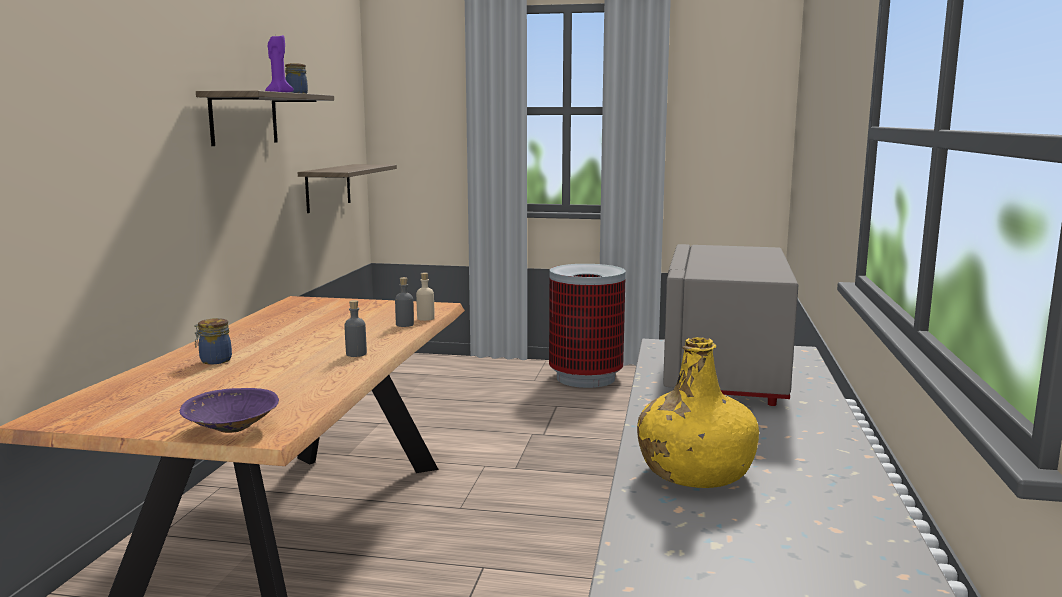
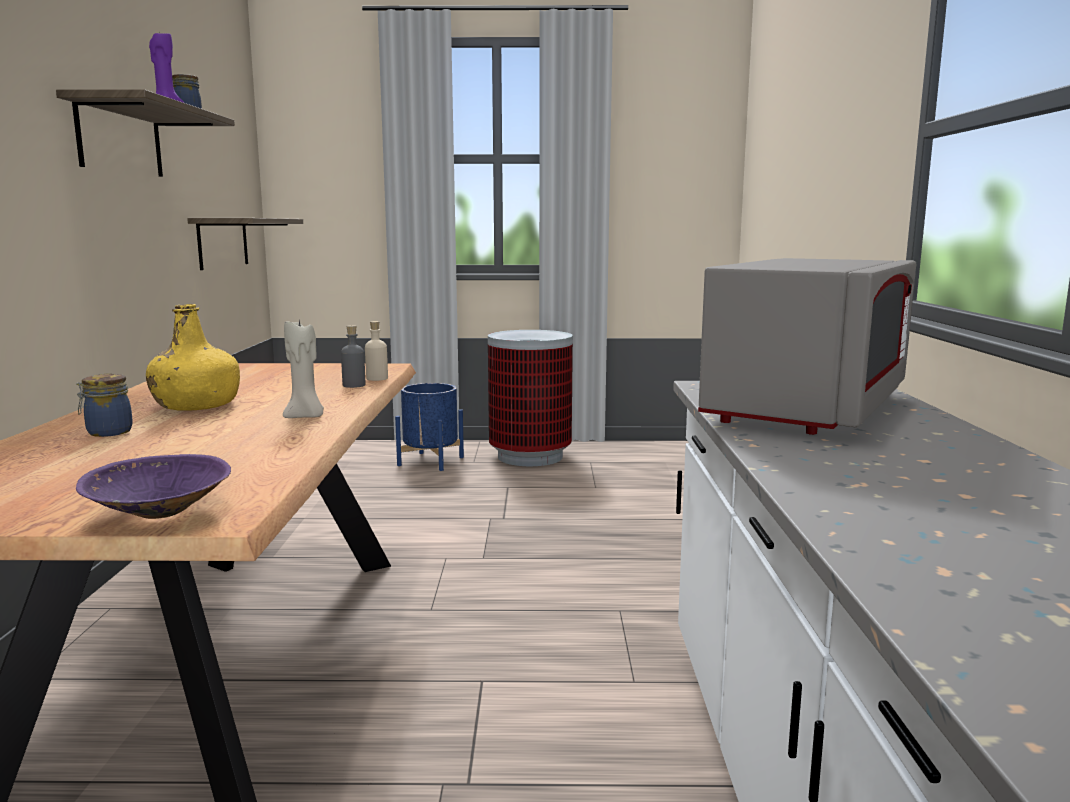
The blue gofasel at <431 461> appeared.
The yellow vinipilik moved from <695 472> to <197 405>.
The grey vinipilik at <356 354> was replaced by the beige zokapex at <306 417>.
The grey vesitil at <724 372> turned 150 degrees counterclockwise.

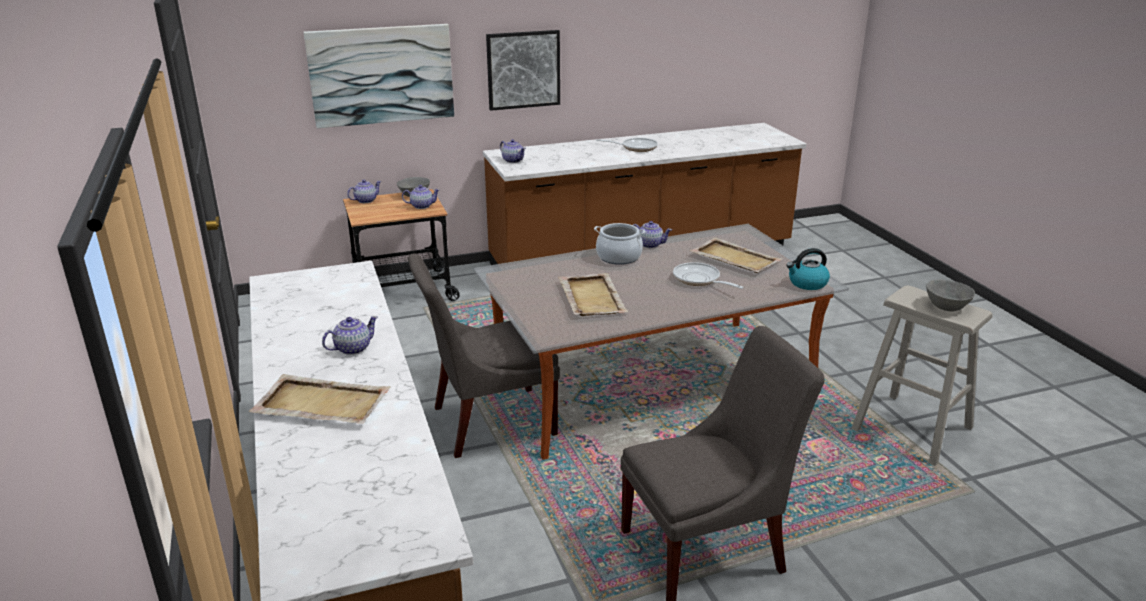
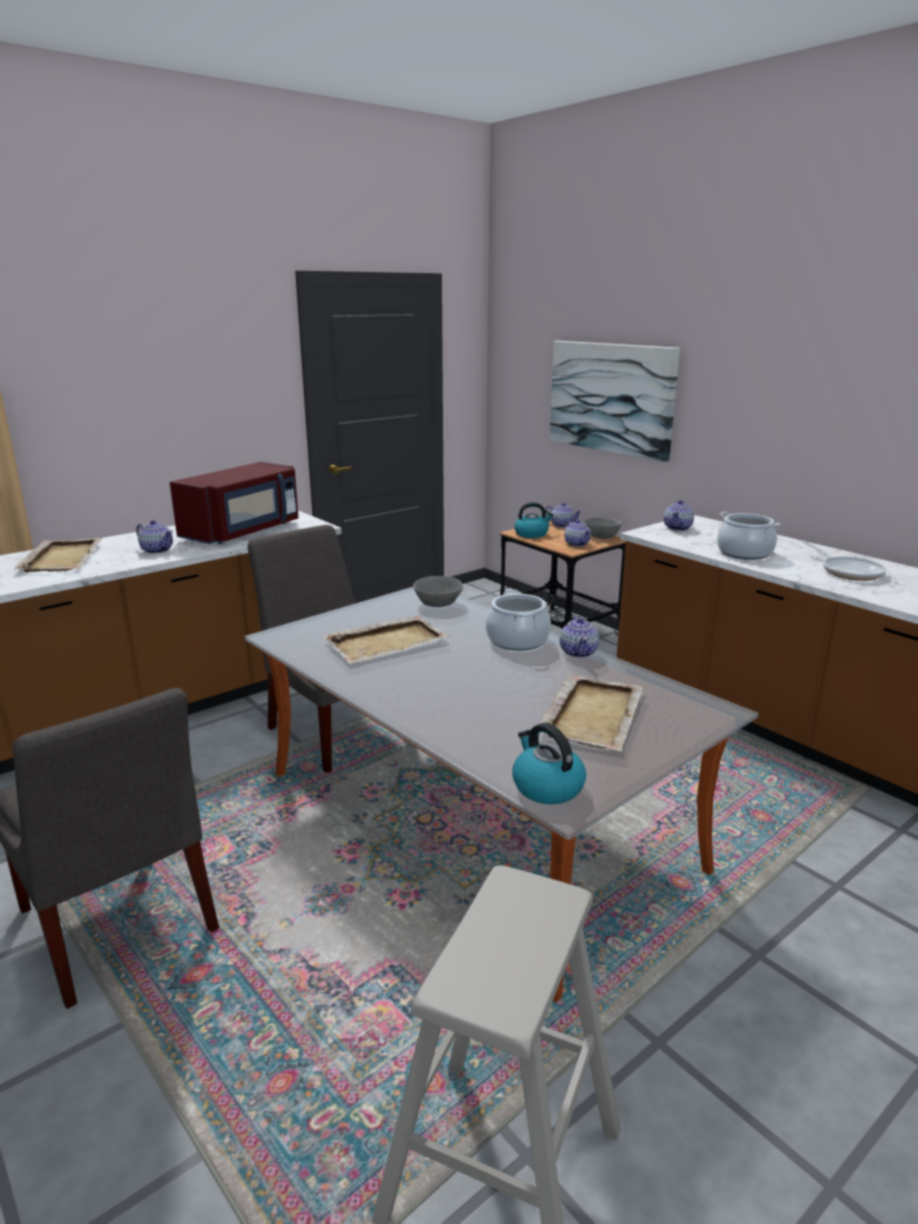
The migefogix at <523 69> disappeared.
The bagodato at <699 280> disappeared.
The red vesitil at <243 531> appeared.
The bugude at <532 534> appeared.
The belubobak at <744 553> appeared.
The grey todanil moved from <947 307> to <437 604>.

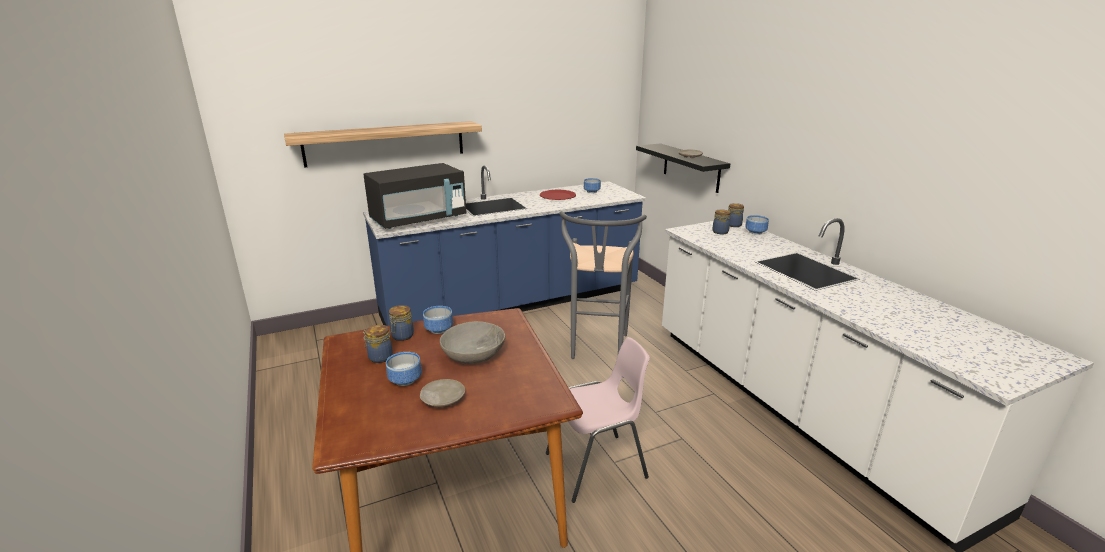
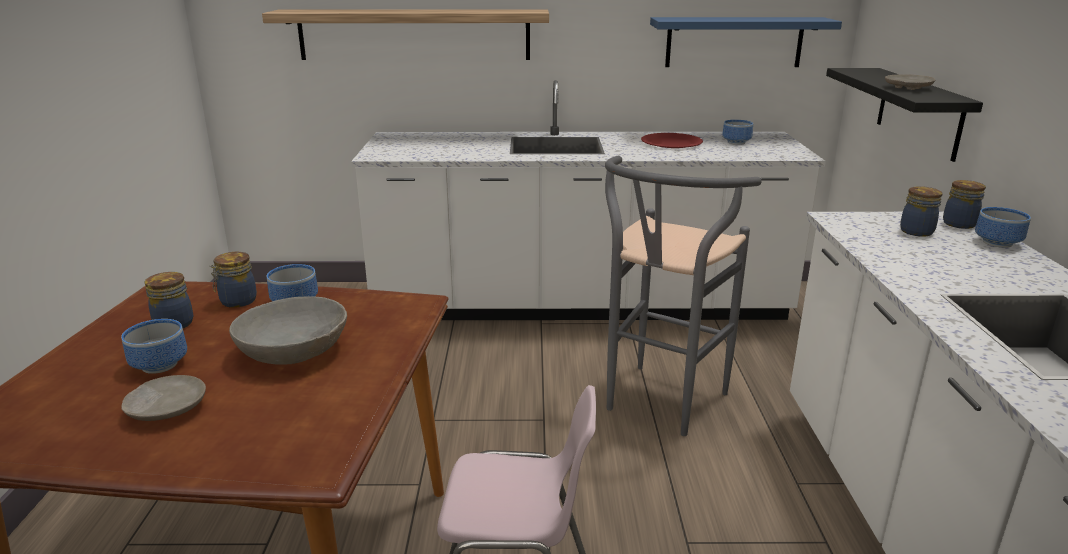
The black vesitil at <419 220> disappeared.
The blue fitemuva at <734 42> appeared.
The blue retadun at <513 303> became the white retadun at <579 305>.

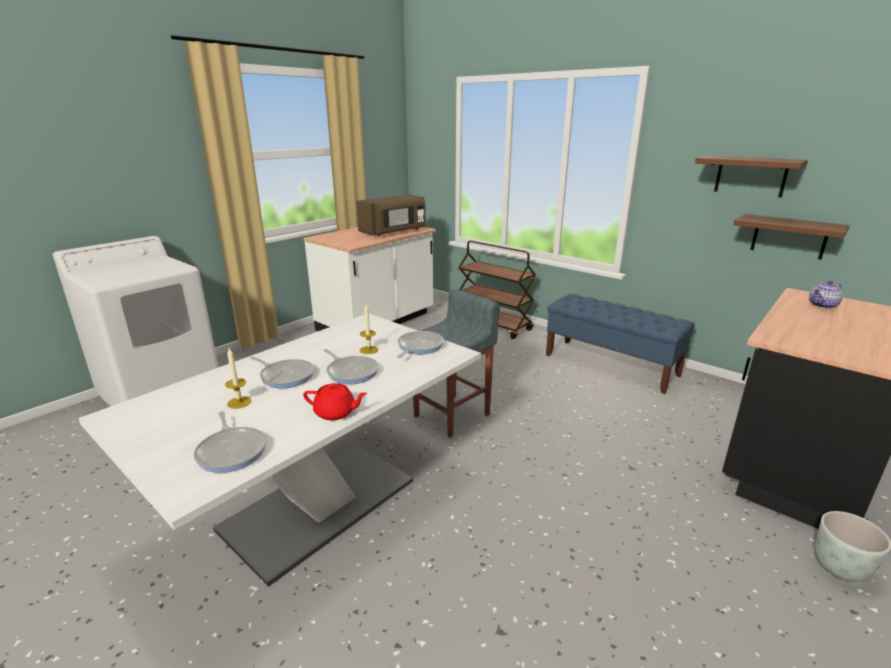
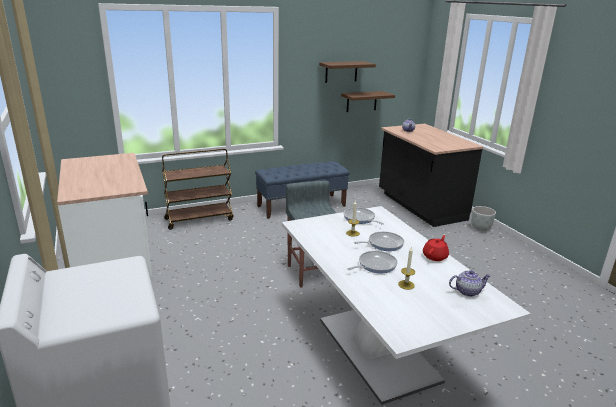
The brown vesitil at <394 231> disappeared.
The bagodato at <232 451> was replaced by the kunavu at <467 291>.

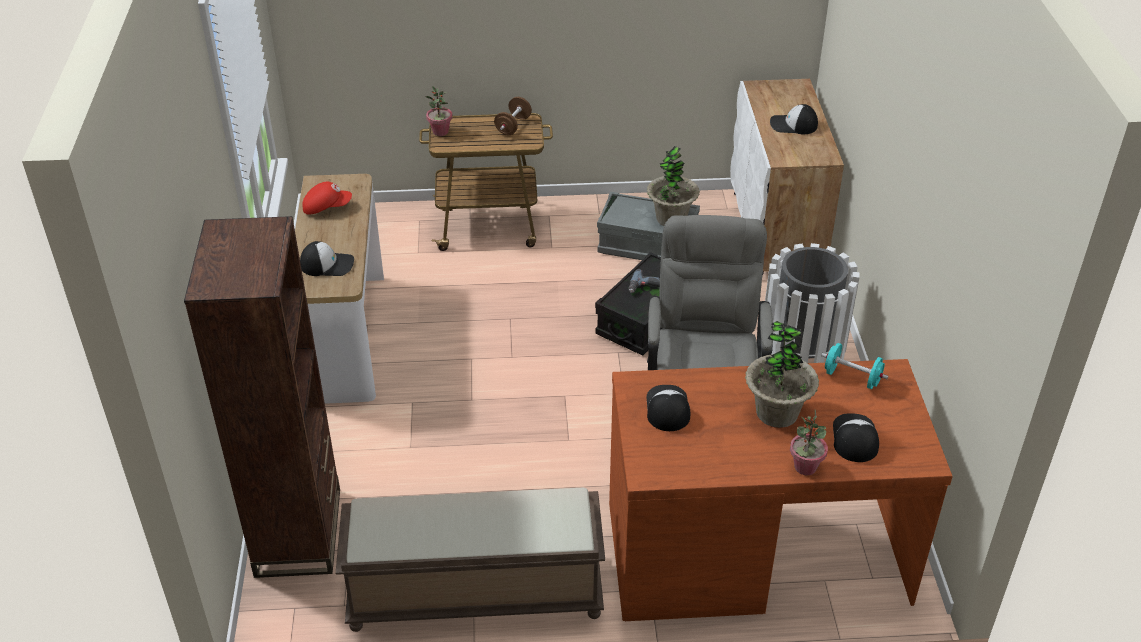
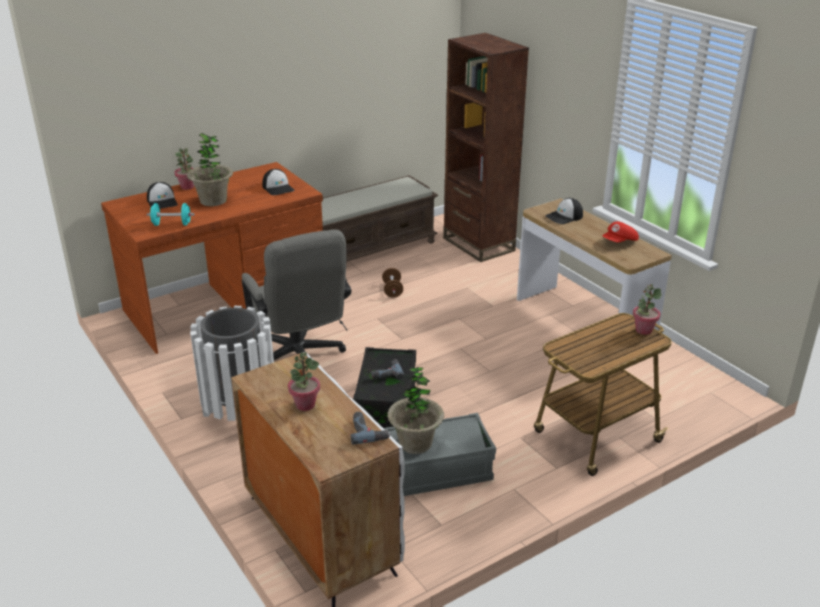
The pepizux at <368 431> appeared.
The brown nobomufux moved from <513 126> to <392 290>.
The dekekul at <793 125> was replaced by the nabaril at <305 405>.

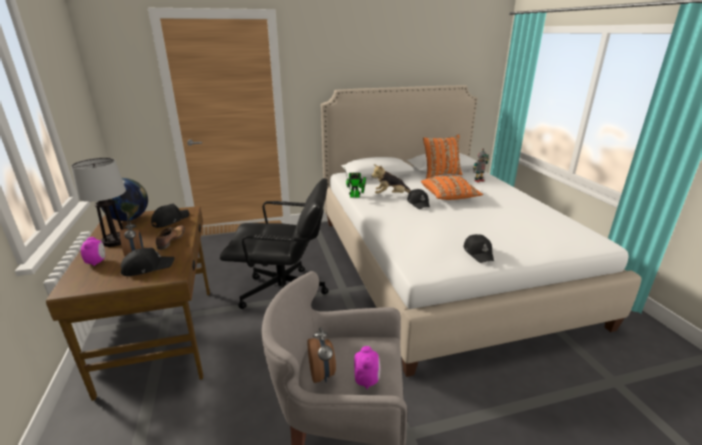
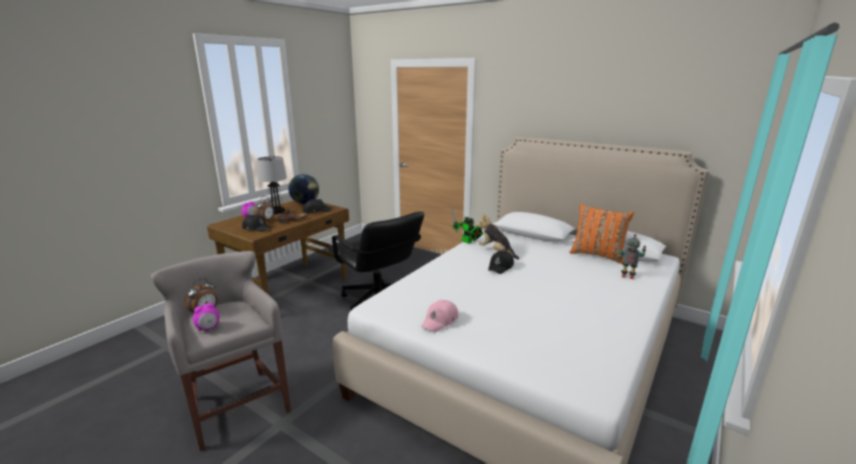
The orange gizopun at <449 197> disappeared.
The black dekekul at <478 253> became the pink dekekul at <440 321>.

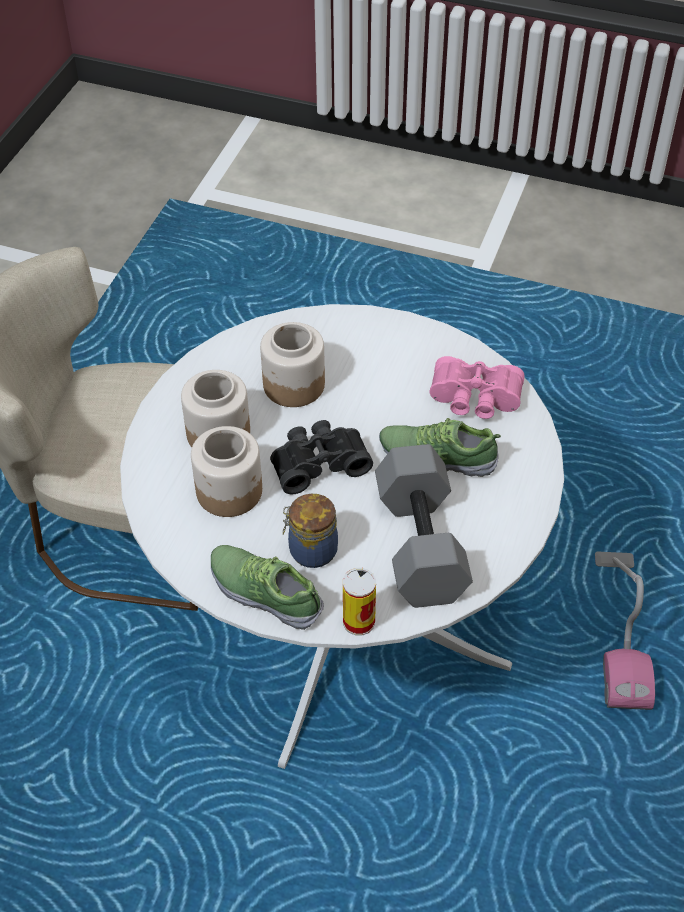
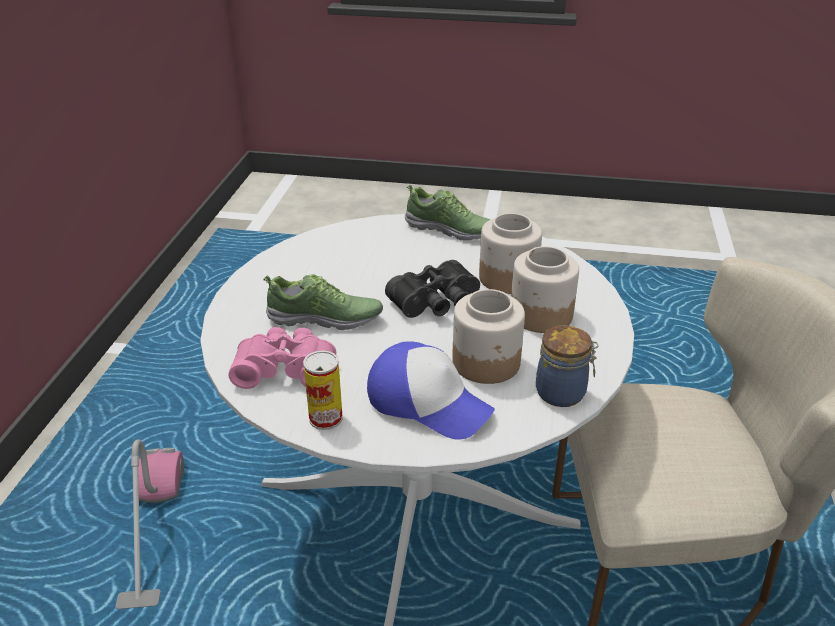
The grey nobomufux at <418 543> disappeared.
The dekekul at <428 402> appeared.
The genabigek moved from <311 550> to <562 393>.
The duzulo moved from <359 621> to <325 418>.

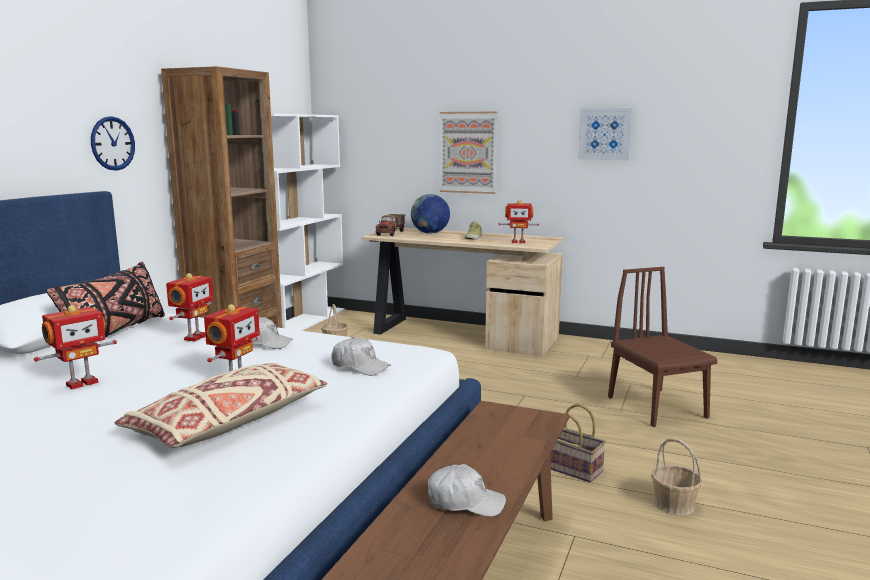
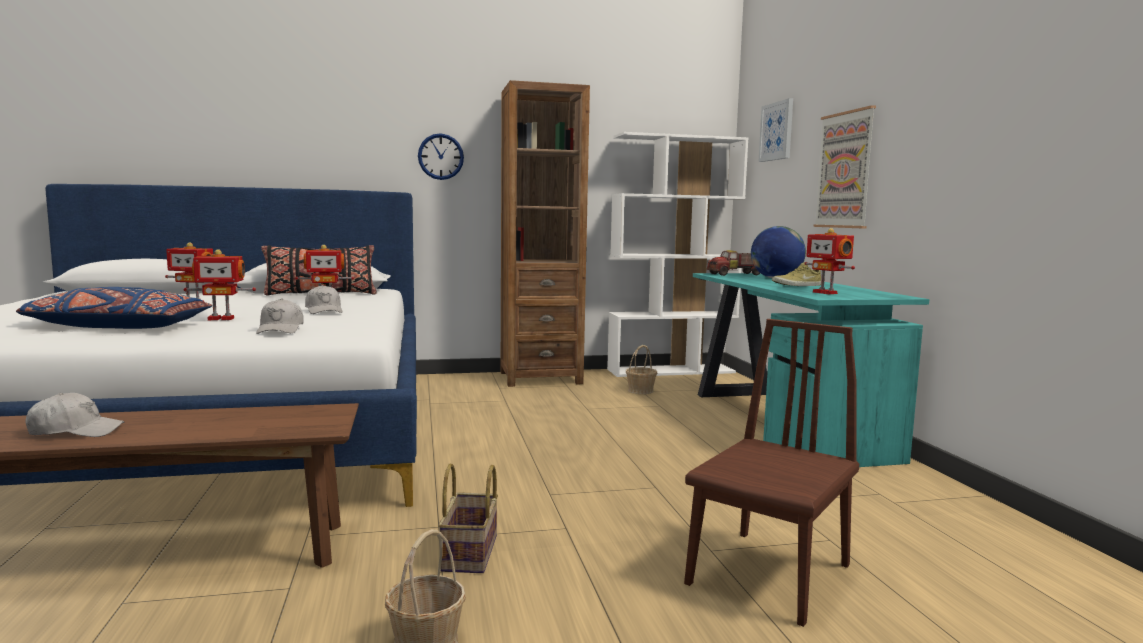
The migefogix moved from <605 134> to <777 131>.
The beige gizopun at <229 423> became the blue gizopun at <118 327>.
The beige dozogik at <461 334> became the turquoise dozogik at <783 422>.
The white dekekul at <465 502> turned 75 degrees counterclockwise.

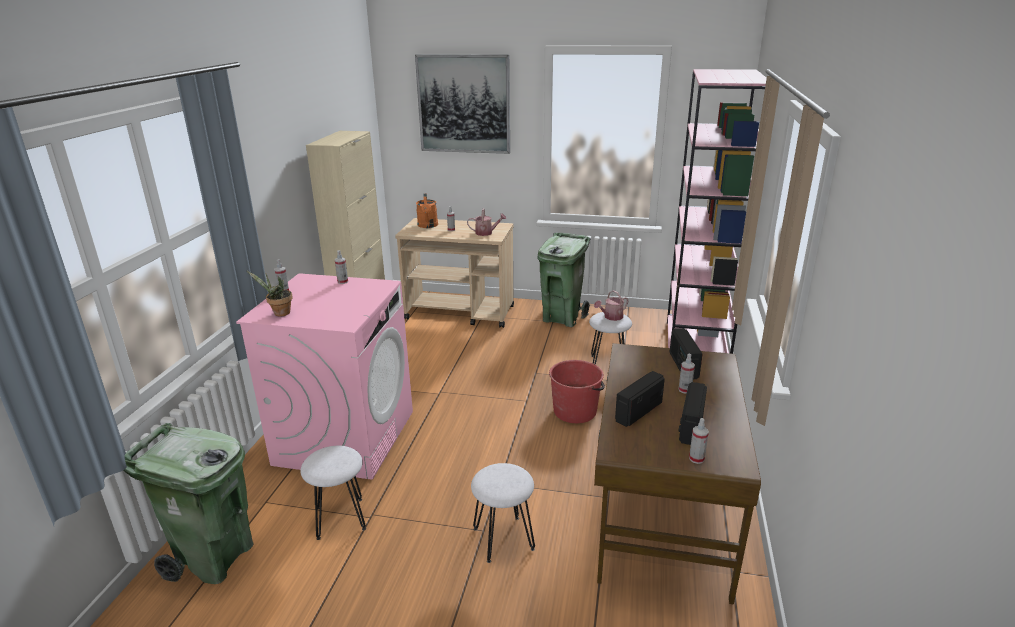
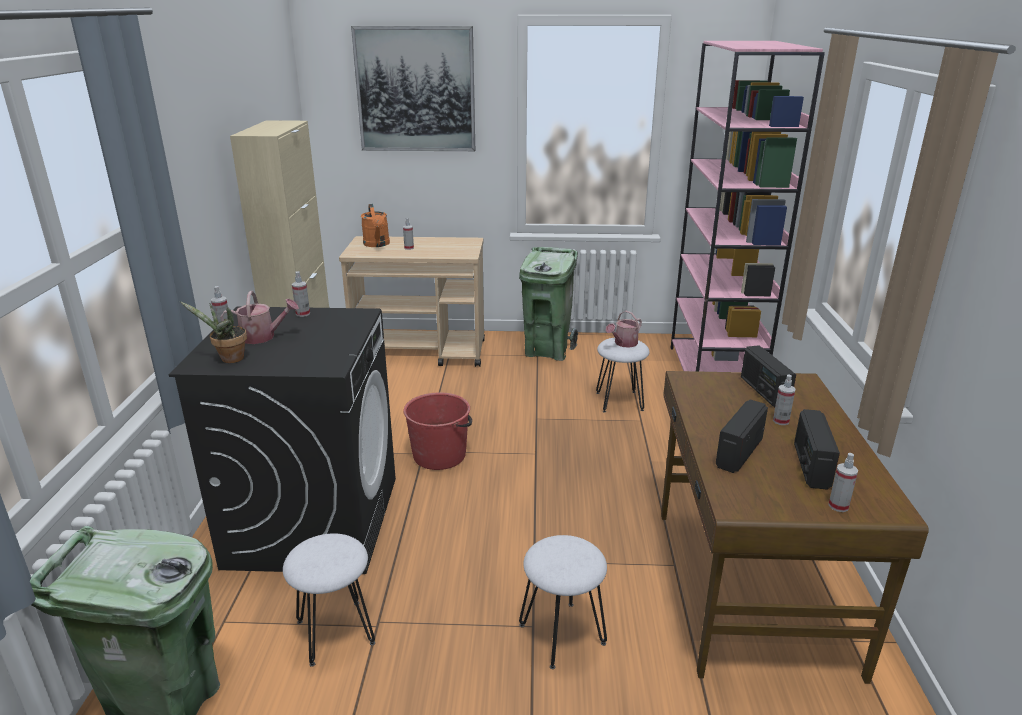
The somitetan moved from <486 233> to <263 337>.
The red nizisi moved from <575 411> to <440 455>.
The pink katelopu at <345 437> became the black katelopu at <314 520>.

